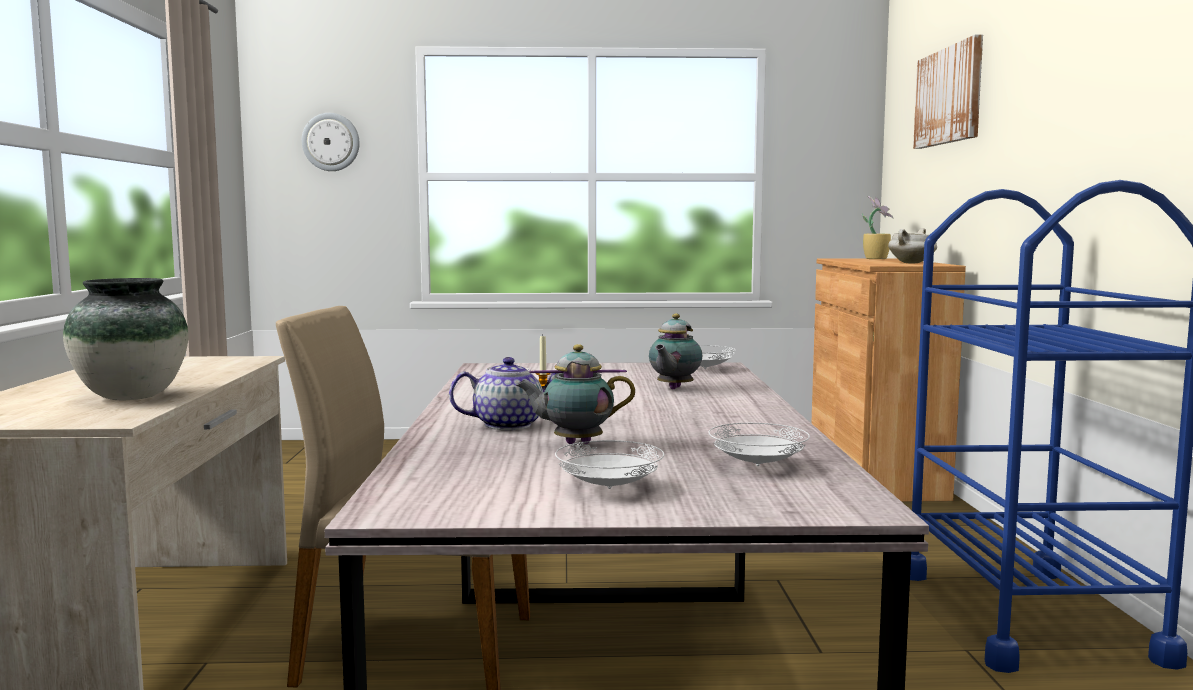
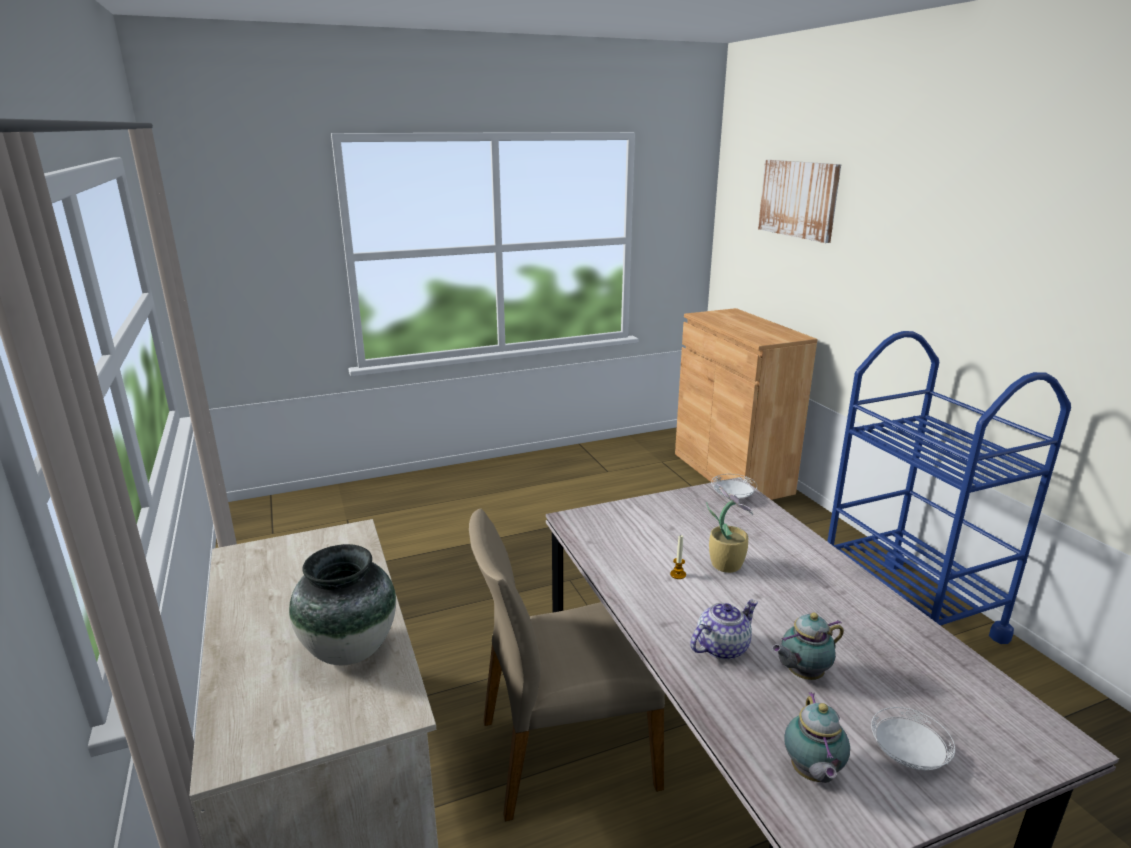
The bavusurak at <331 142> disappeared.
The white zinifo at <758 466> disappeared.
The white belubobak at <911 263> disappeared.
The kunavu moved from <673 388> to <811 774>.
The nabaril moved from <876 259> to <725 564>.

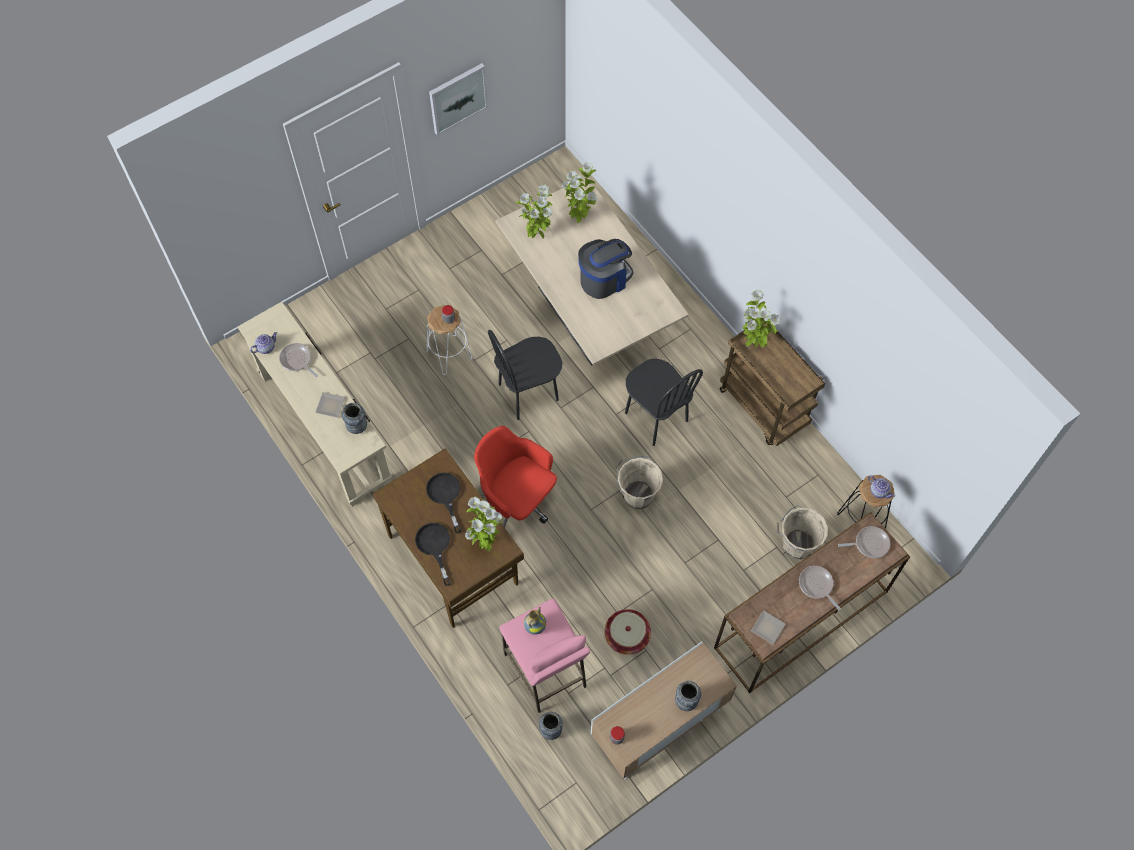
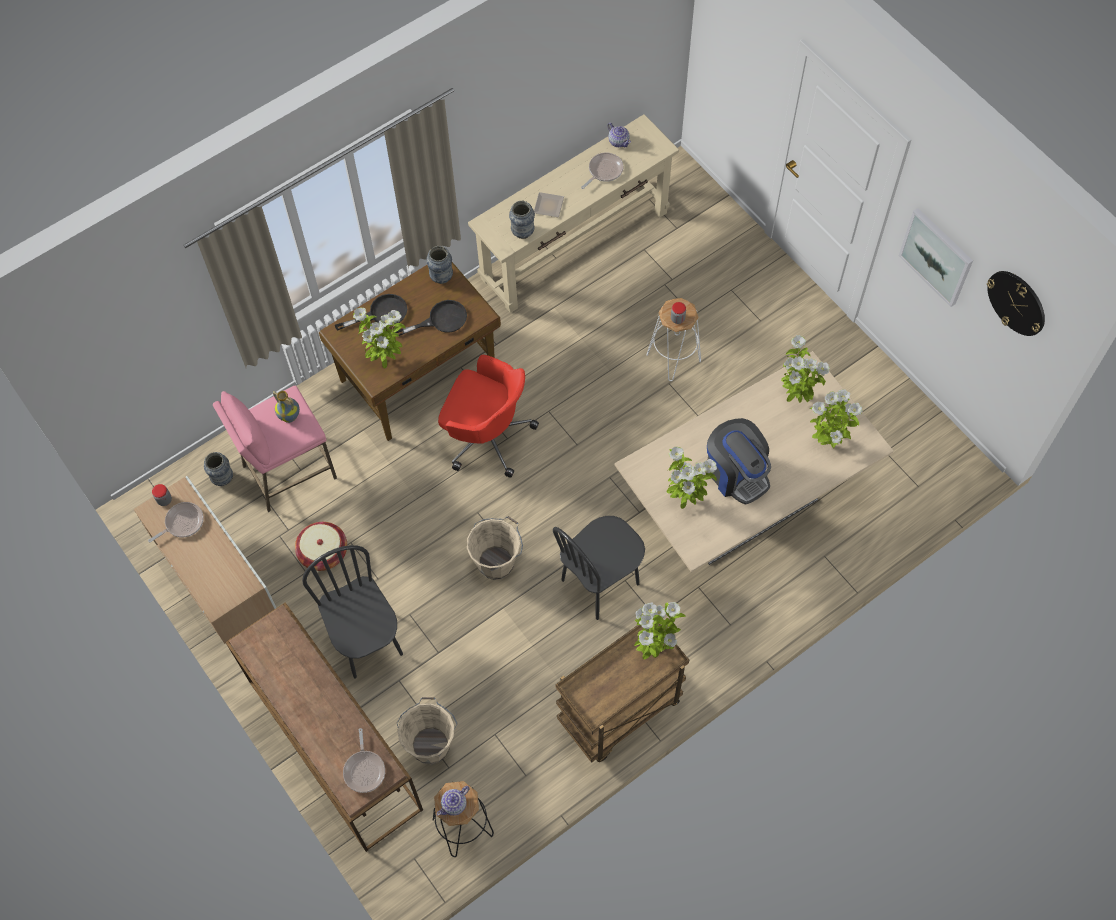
The zinifo at <767 626> disappeared.
The nabaril at <685 500> appeared.
The bavusurak at <1016 302> appeared.
The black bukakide moved from <528 393> to <366 642>.
The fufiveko moved from <686 701> to <441 277>.
The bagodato moved from <816 585> to <182 523>.
The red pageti at <516 502> turned 75 degrees clockwise.

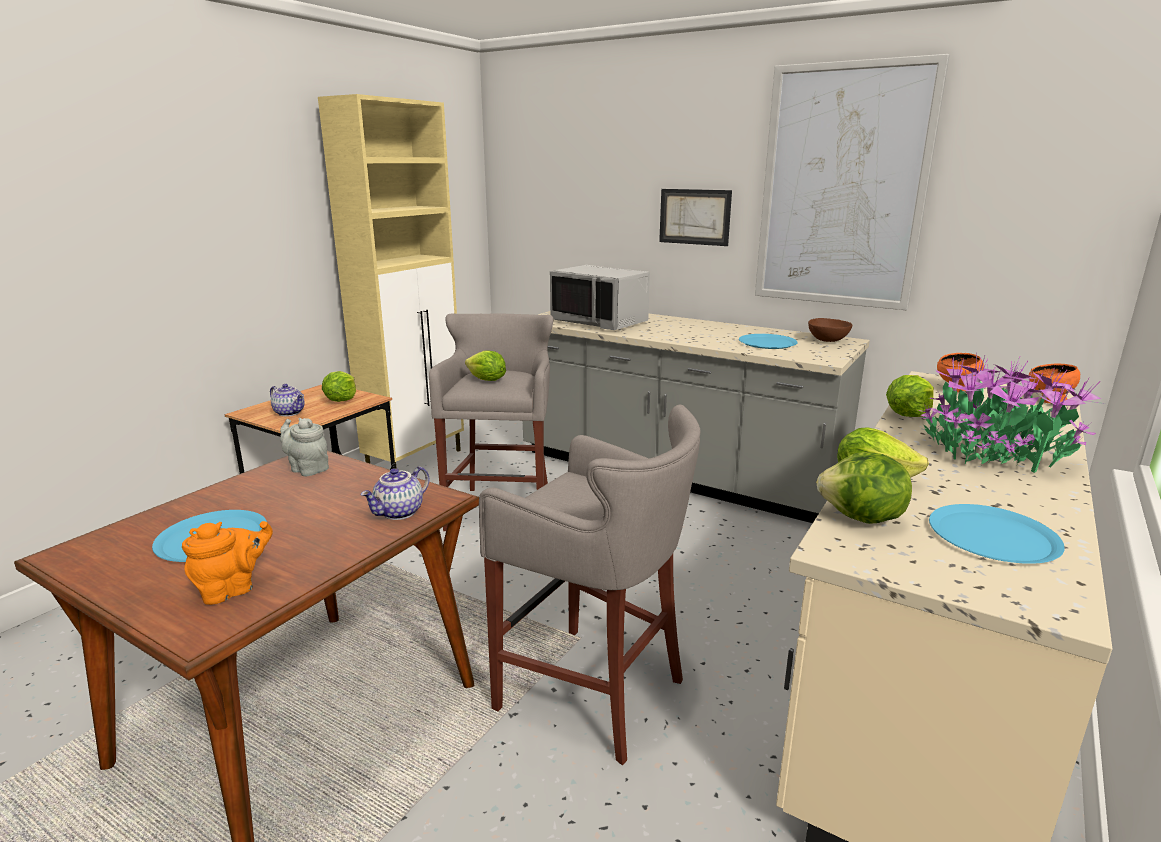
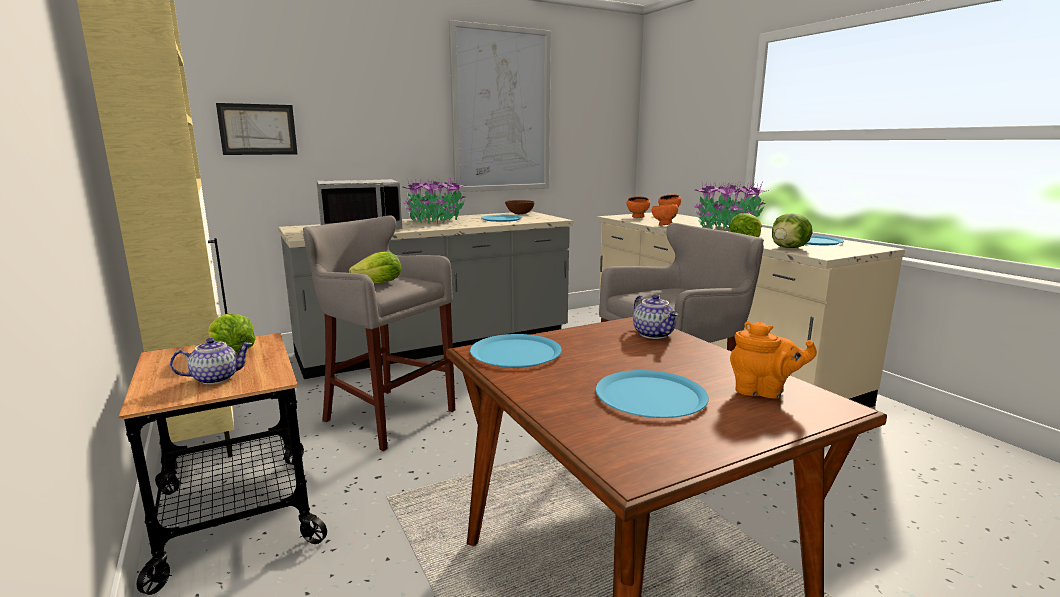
The nabaril at <435 220> appeared.
The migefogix moved from <694 217> to <258 129>.
The grey kunavu at <307 469> was replaced by the blue zinifo at <516 353>.
The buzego at <908 414> was replaced by the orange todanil at <663 226>.
The orange kunavu at <233 589> turned 120 degrees clockwise.

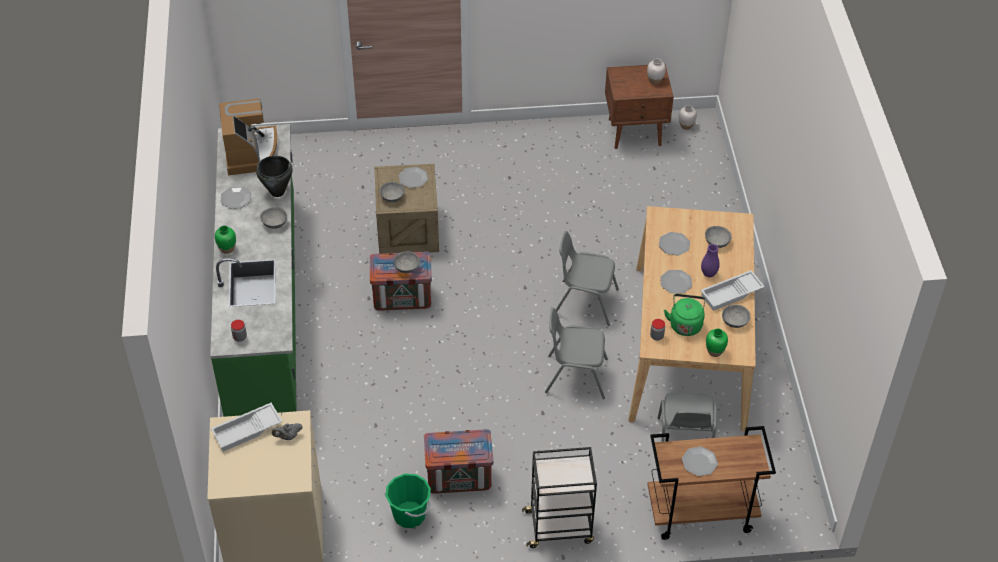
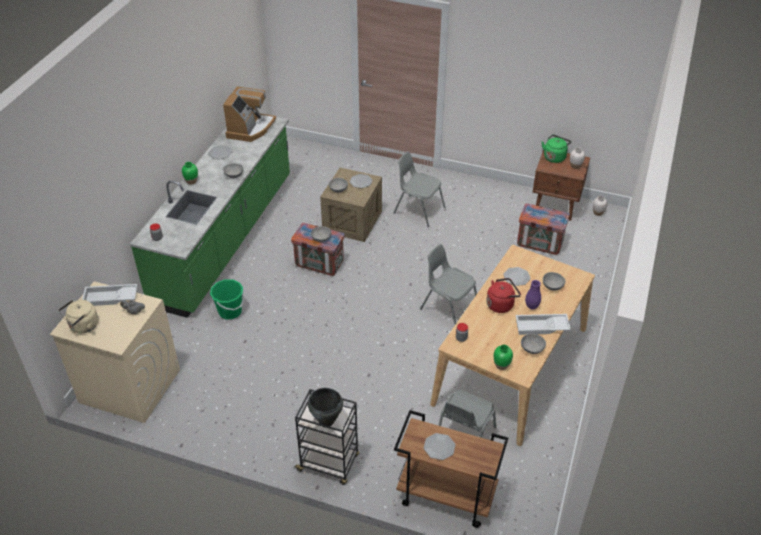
The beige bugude at <83 326> appeared.
The black belubobak moved from <277 192> to <327 422>.
The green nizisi moved from <409 515> to <230 311>.
The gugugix moved from <458 478> to <539 243>.
The grey bukakide moved from <575 375> to <418 210>.
The green bugude moved from <685 324> to <554 157>.
The zinifo at <676 282> was replaced by the red bugude at <501 304>.

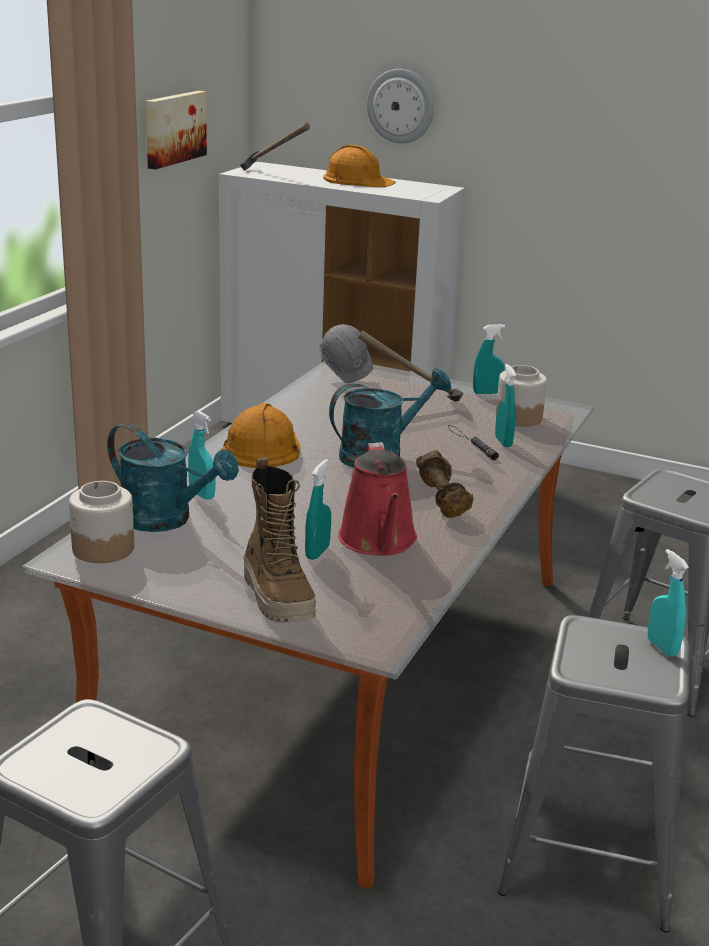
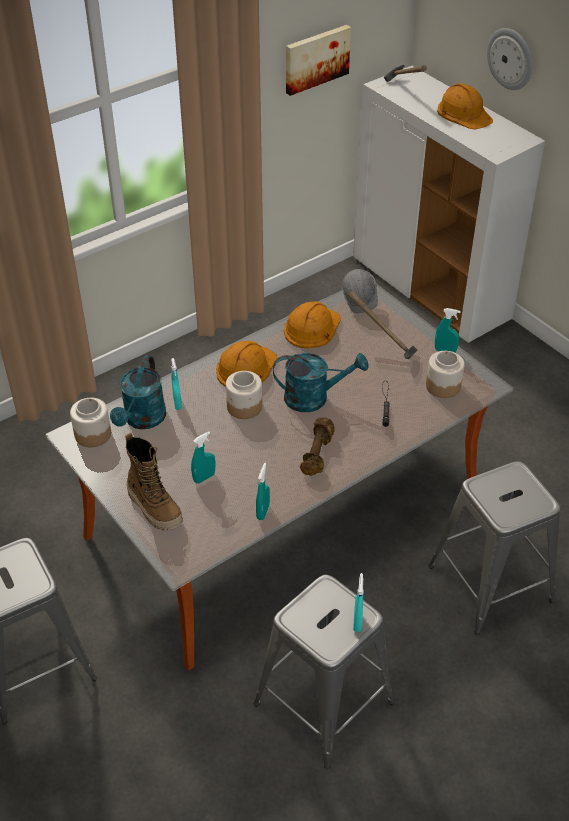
The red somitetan at <378 541> disappeared.
The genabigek at <244 407> appeared.
The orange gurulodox at <312 327> appeared.
The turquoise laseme moved from <503 442> to <263 512>.
The turquoise somitetan at <167 520> turned 45 degrees clockwise.
The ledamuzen at <278 597> turned 45 degrees counterclockwise.

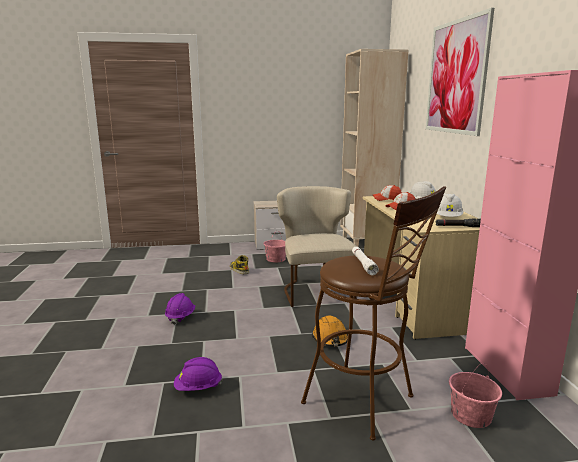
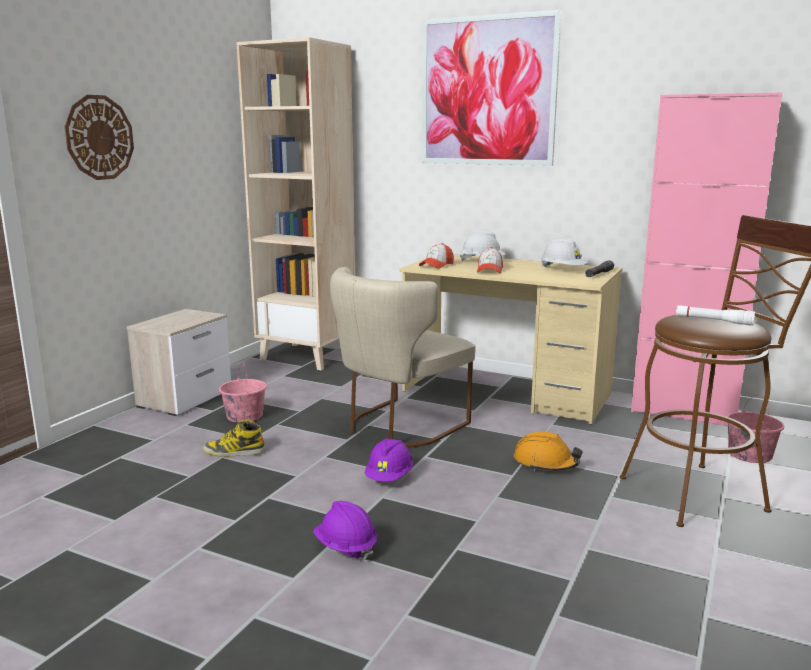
The bavusurak at <99 137> appeared.
The purple gurulodox moved from <198 388> to <389 477>.
The beige bukakide at <315 290> turned 75 degrees counterclockwise.

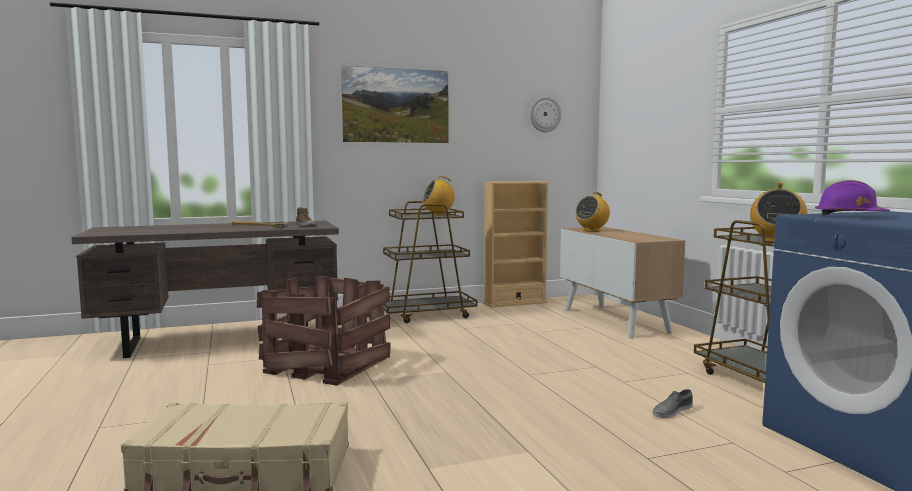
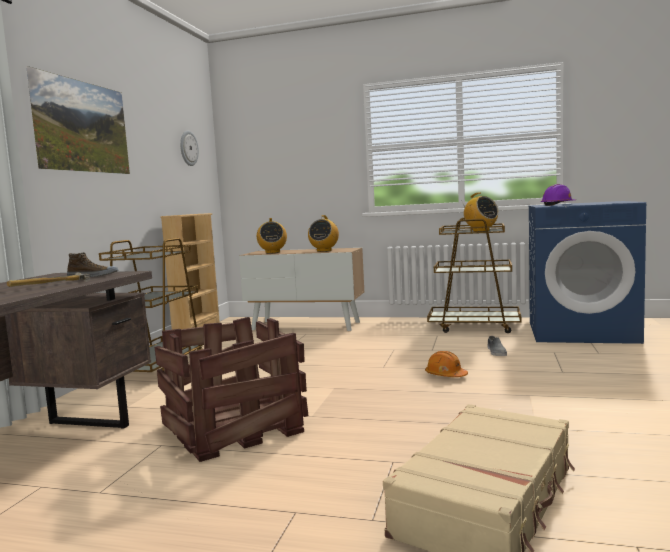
The orange gurulodox at <445 375> appeared.
The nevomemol moved from <438 214> to <324 251>.

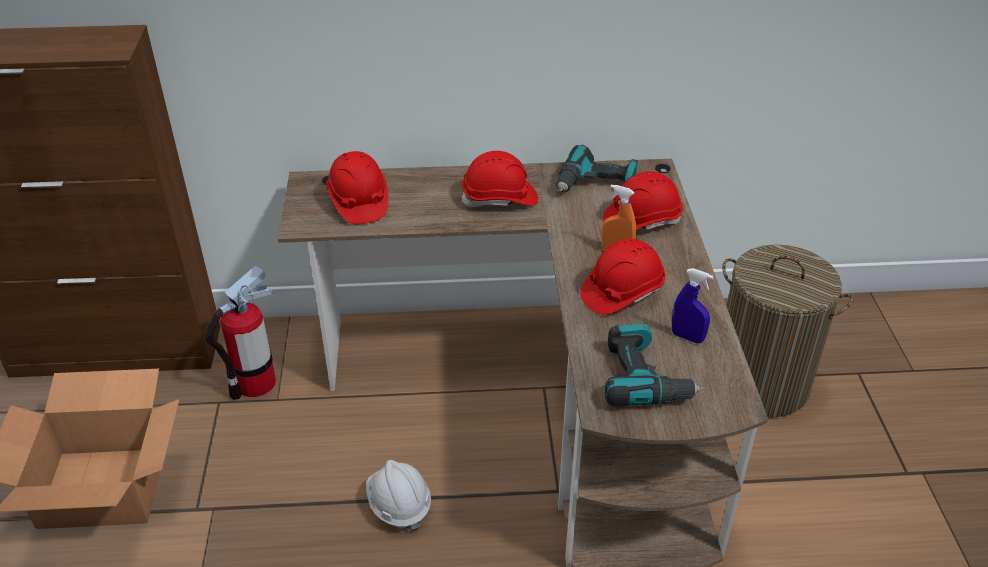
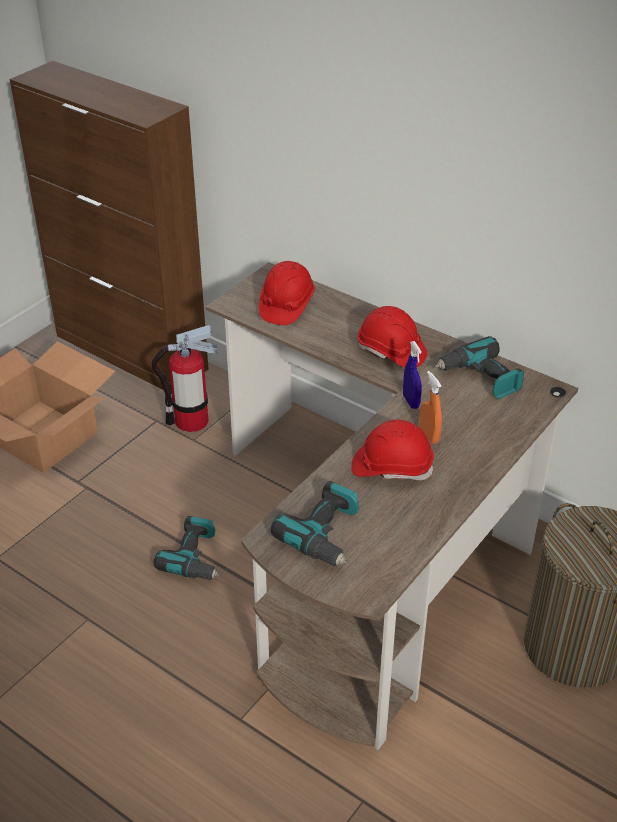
The red gurulodox at <641 220> disappeared.
The blue laseme moved from <687 337> to <411 402>.
The white gurulodox at <399 505> was replaced by the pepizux at <196 558>.

